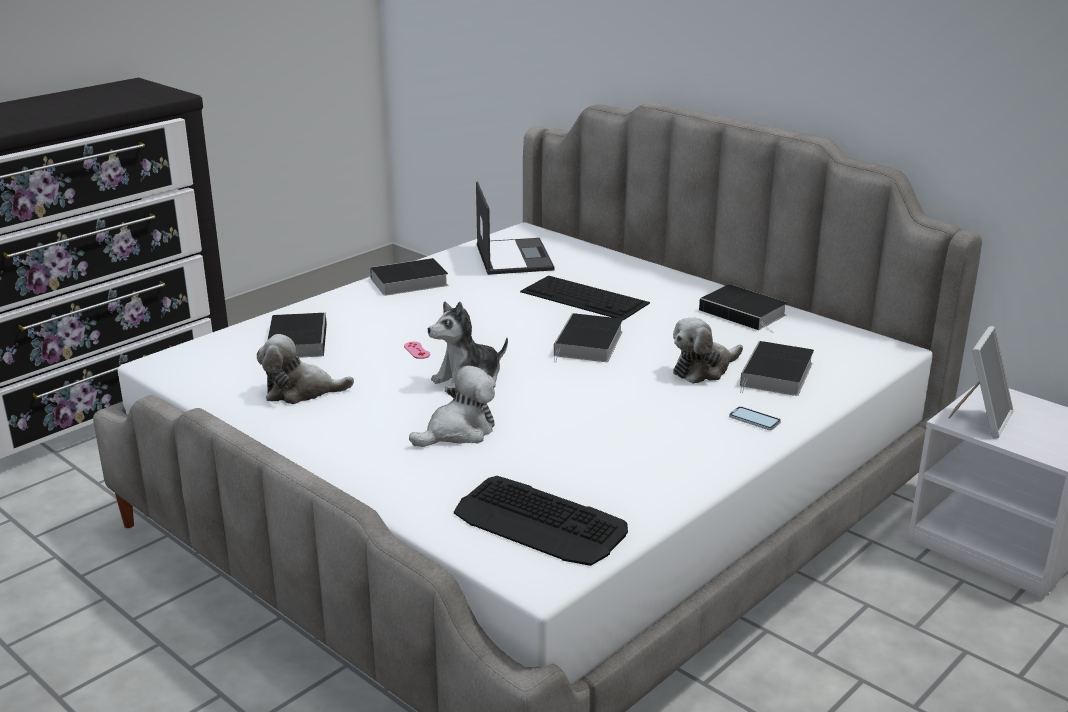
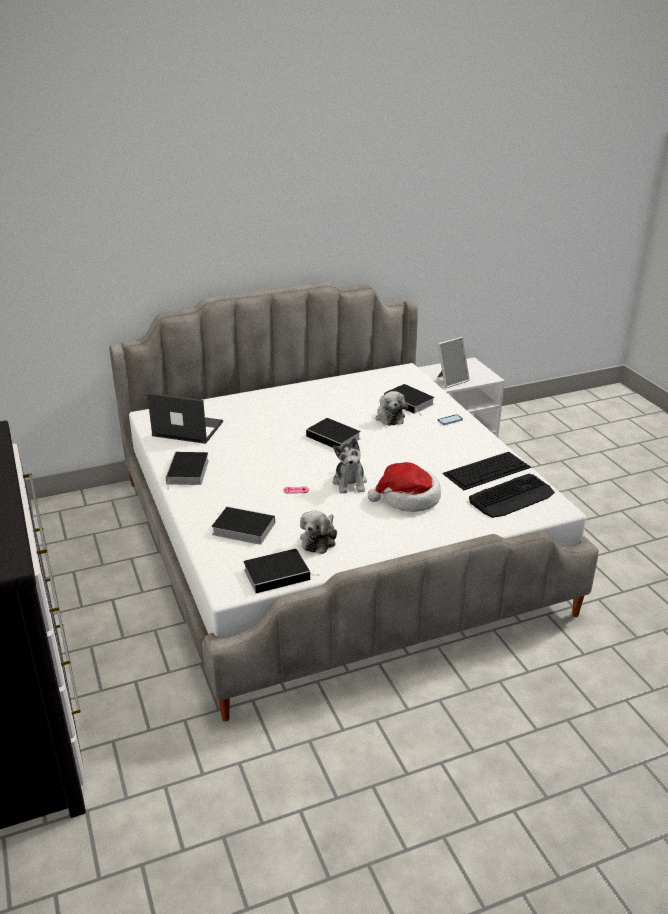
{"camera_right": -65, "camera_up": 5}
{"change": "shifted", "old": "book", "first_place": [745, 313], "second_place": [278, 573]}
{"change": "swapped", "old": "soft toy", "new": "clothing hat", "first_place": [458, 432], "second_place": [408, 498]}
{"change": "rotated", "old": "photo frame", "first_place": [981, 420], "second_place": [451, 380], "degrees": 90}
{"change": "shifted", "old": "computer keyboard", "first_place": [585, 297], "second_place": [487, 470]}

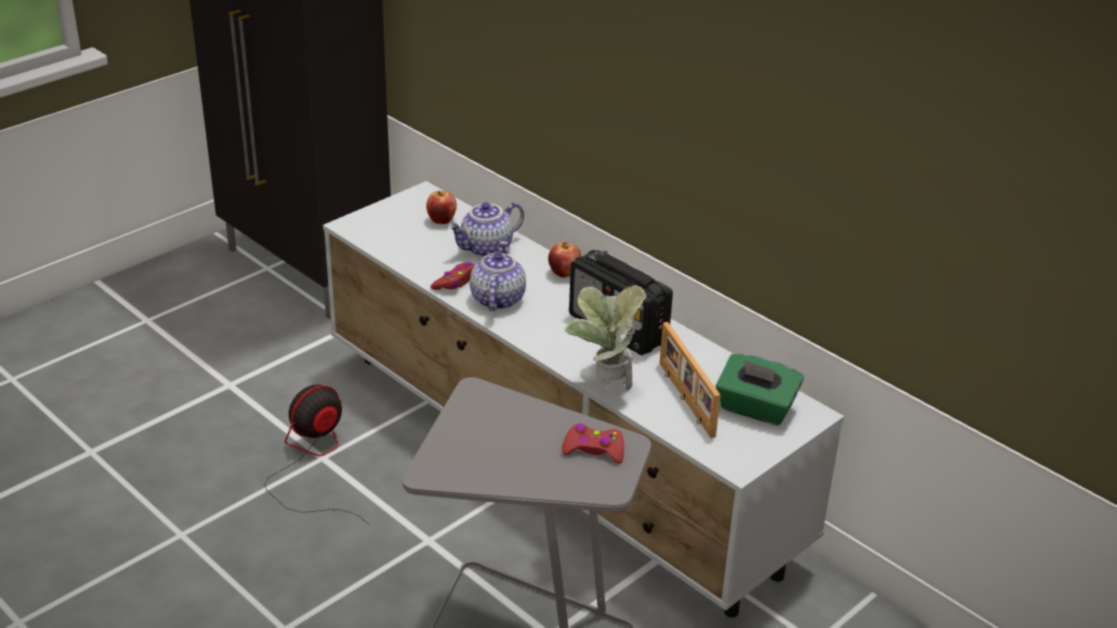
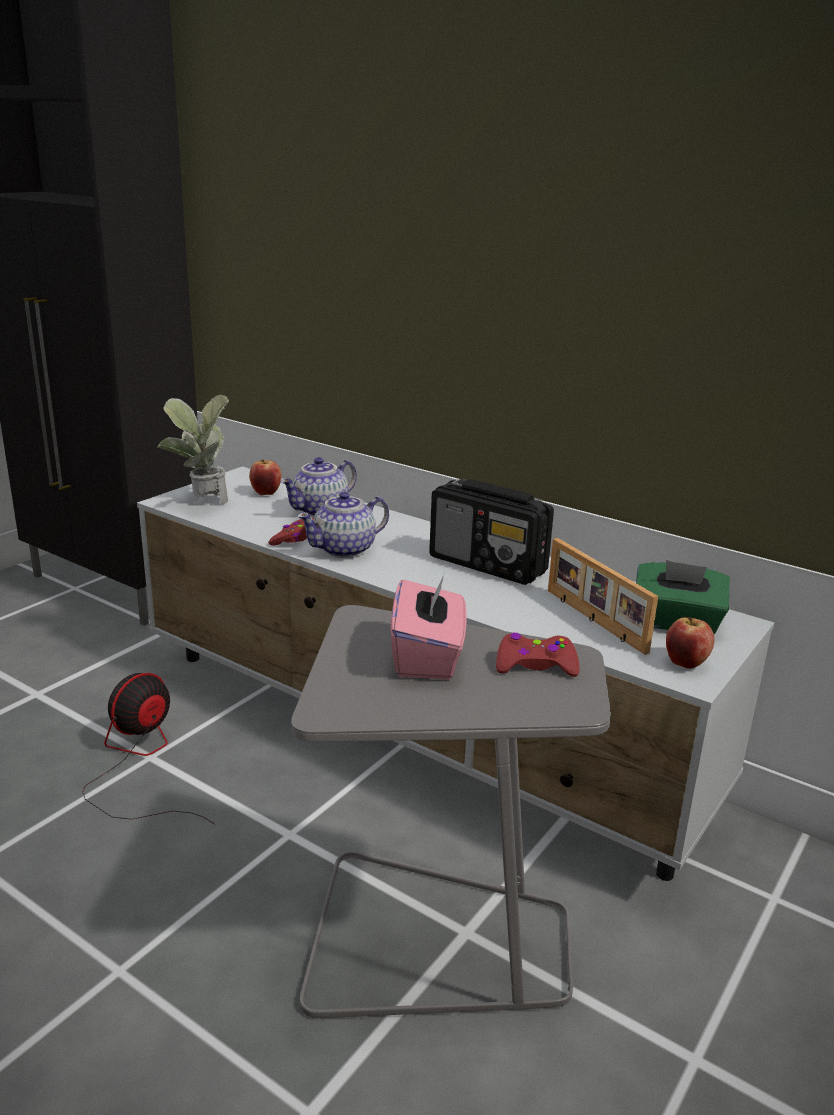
{"camera_right": -10, "camera_up": -10}
{"change": "shifted", "old": "houseplant", "first_place": [604, 384], "second_place": [202, 502]}
{"change": "rotated", "old": "teapot", "first_place": [497, 300], "second_place": [345, 549], "degrees": -120}
{"change": "new", "new": "tissue holder in pinkish", "second_place": [428, 657]}
{"change": "shifted", "old": "apple fruit", "first_place": [564, 273], "second_place": [686, 663]}

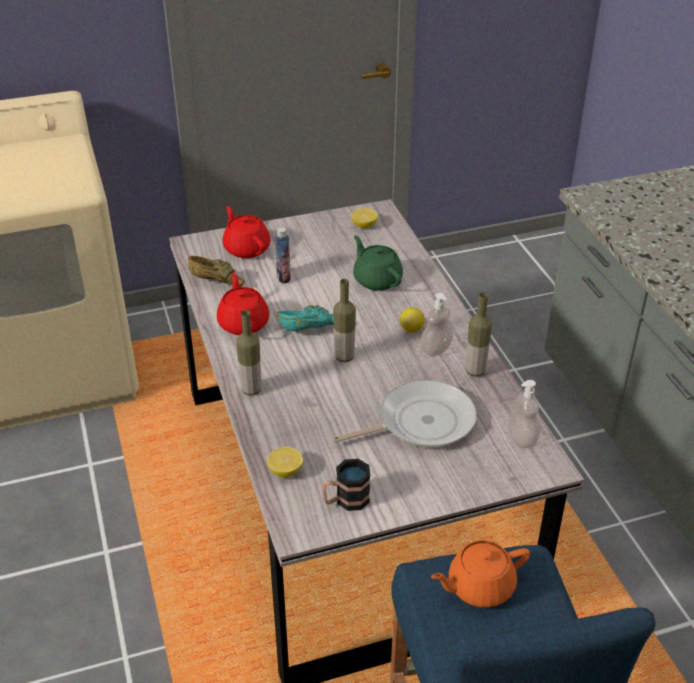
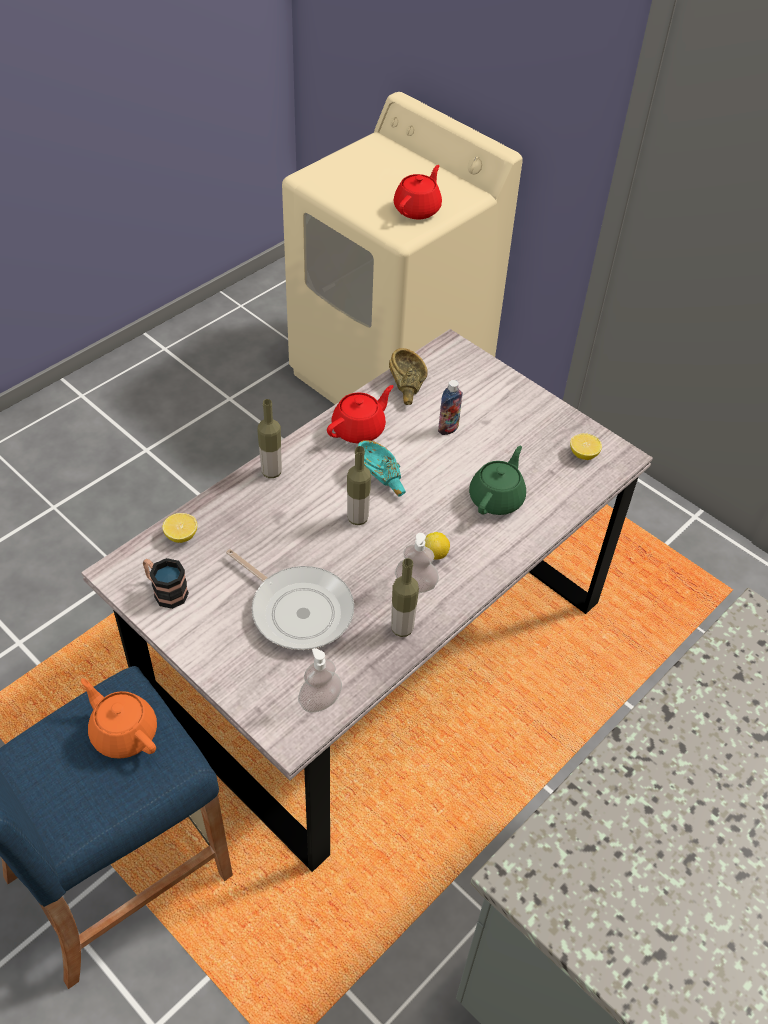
{"camera_right": 60, "camera_up": 10}
{"change": "shifted", "old": "teapot in red", "first_place": [246, 248], "second_place": [418, 209]}

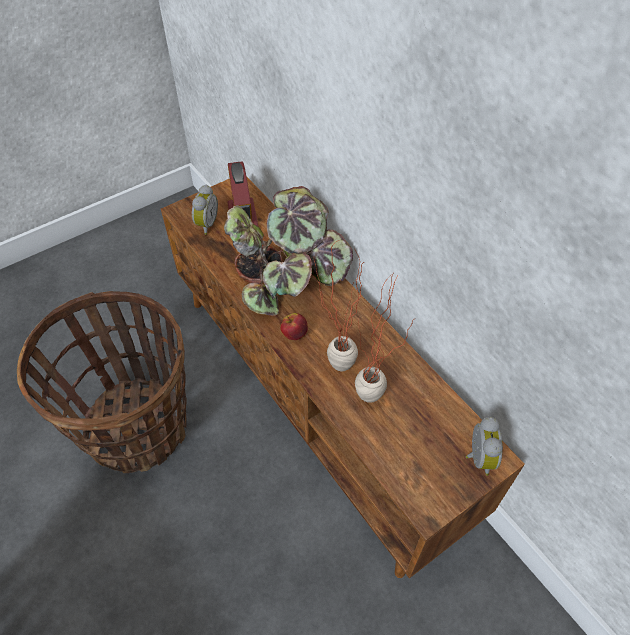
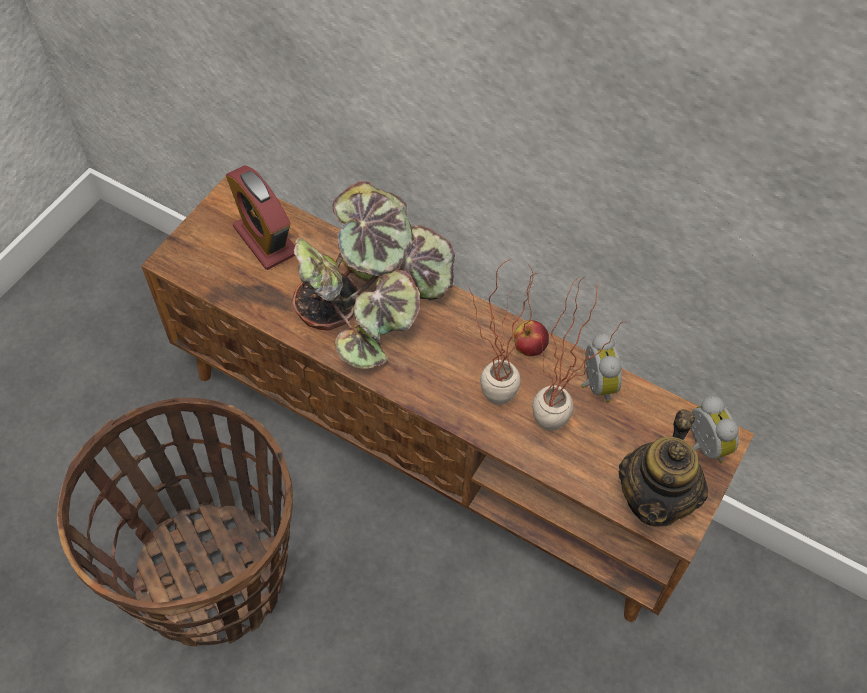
{"camera_right": -25, "camera_up": 5}
{"change": "shifted", "old": "apple fruit", "first_place": [294, 334], "second_place": [529, 347]}
{"change": "shifted", "old": "alarm clock", "first_place": [205, 224], "second_place": [595, 385]}
{"change": "new", "new": "teapot", "second_place": [655, 499]}

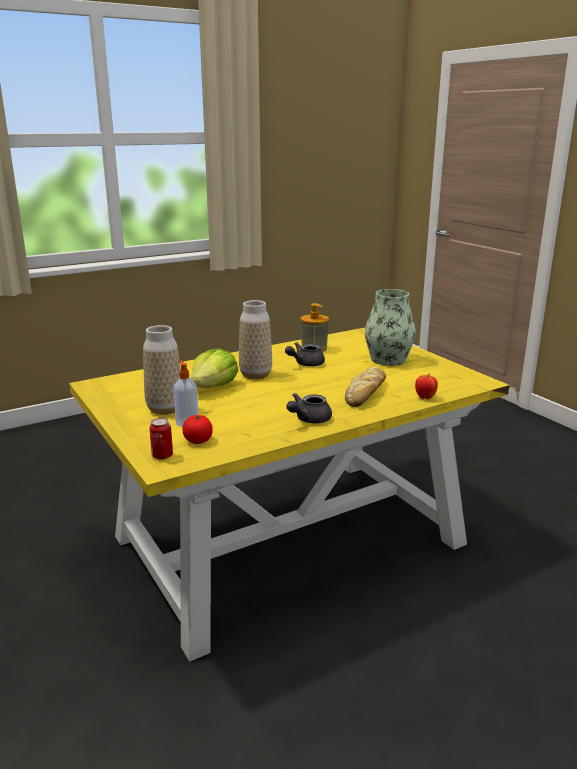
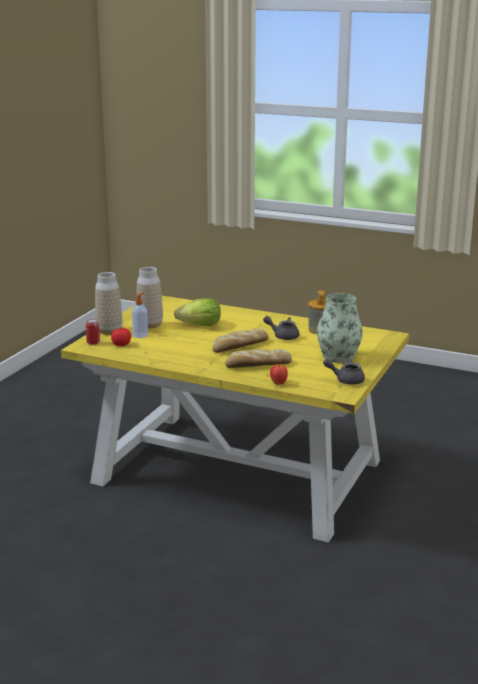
{"camera_right": 55, "camera_up": 0}
{"change": "shifted", "old": "flower vase", "first_place": [255, 375], "second_place": [109, 331]}
{"change": "new", "new": "baked bread", "second_place": [239, 346]}
{"change": "shifted", "old": "teapot in grey", "first_place": [308, 419], "second_place": [346, 380]}

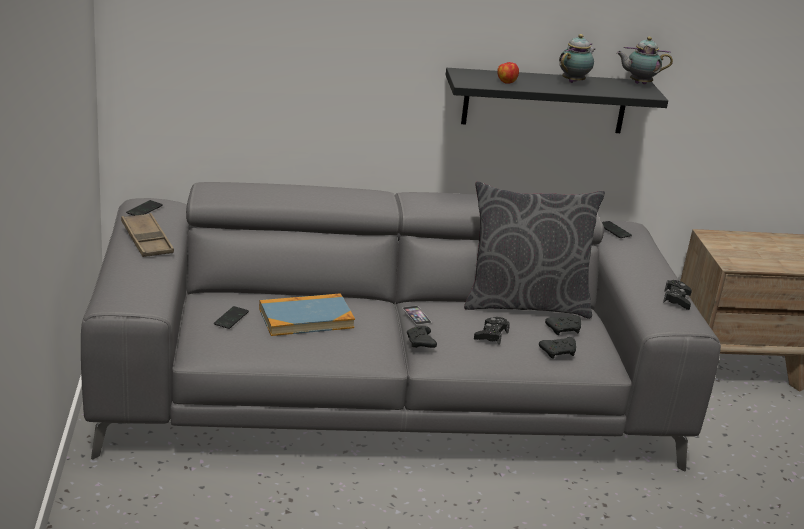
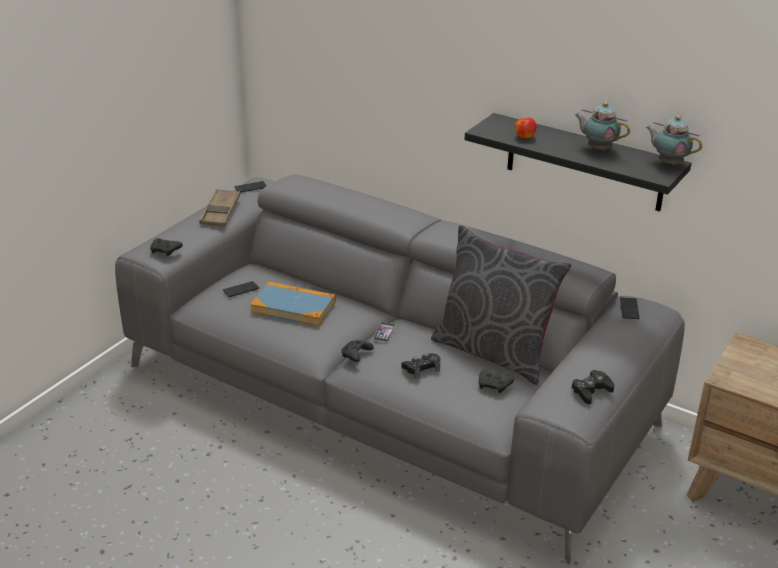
{"camera_right": 40, "camera_up": 5}
{"change": "shifted", "old": "joypad in blackish", "first_place": [559, 352], "second_place": [165, 251]}
{"change": "rotated", "old": "teapot", "first_place": [574, 81], "second_place": [598, 148], "degrees": -135}

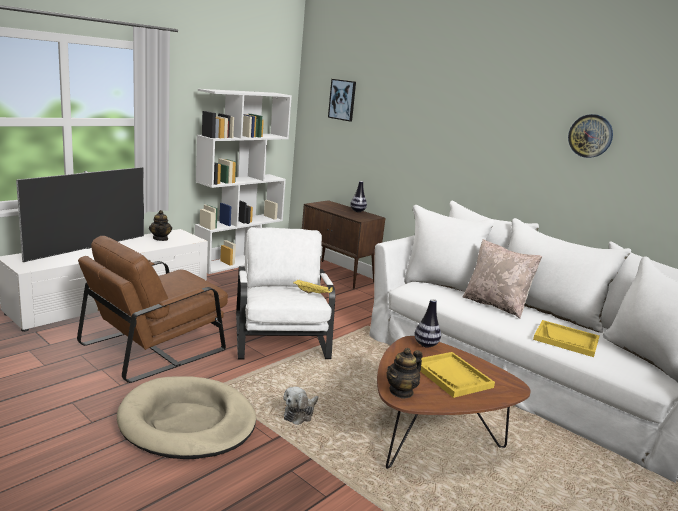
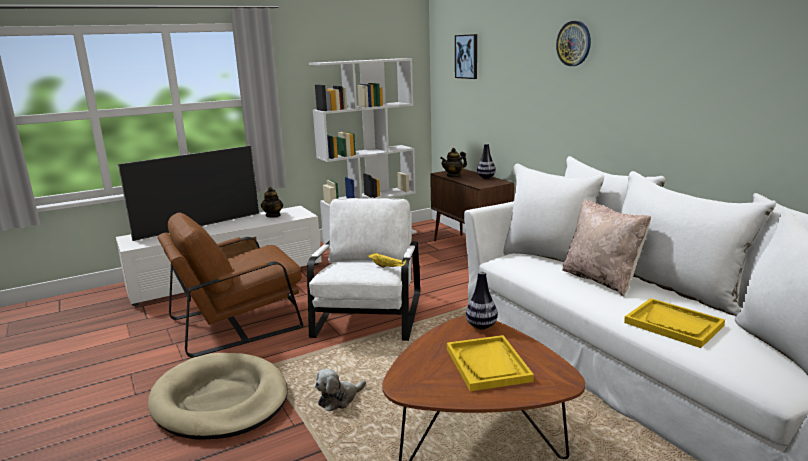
{"camera_right": 20, "camera_up": 0}
{"change": "shifted", "old": "teapot", "first_place": [401, 391], "second_place": [453, 175]}
{"change": "shifted", "old": "hanging clock", "first_place": [590, 136], "second_place": [574, 43]}

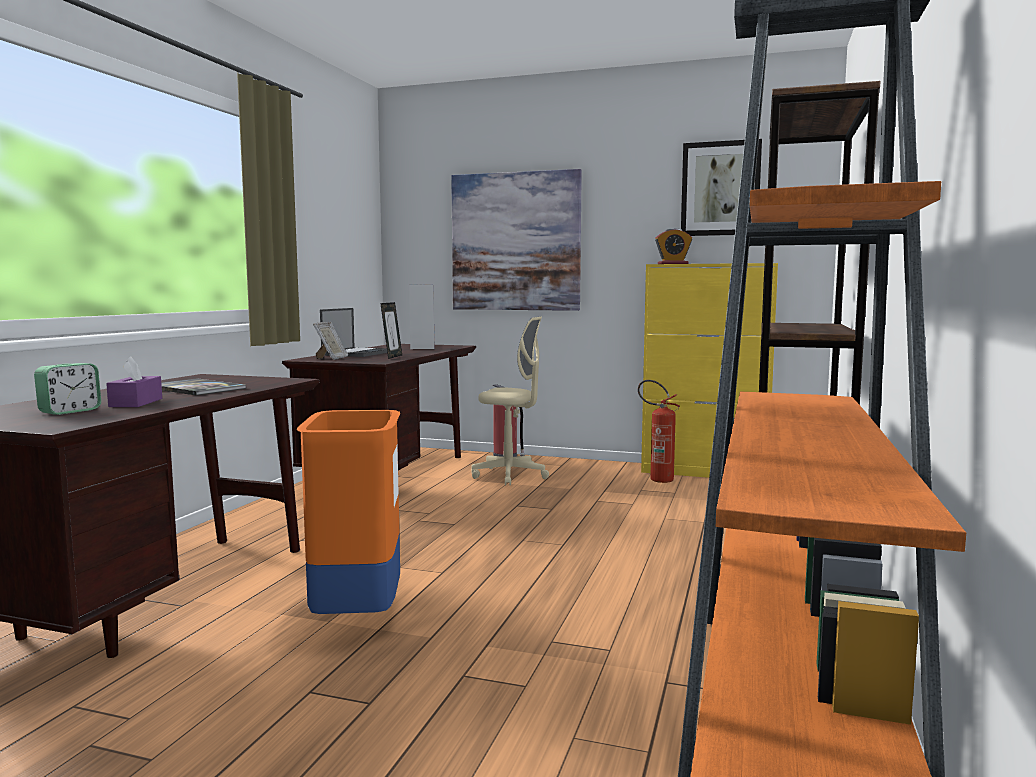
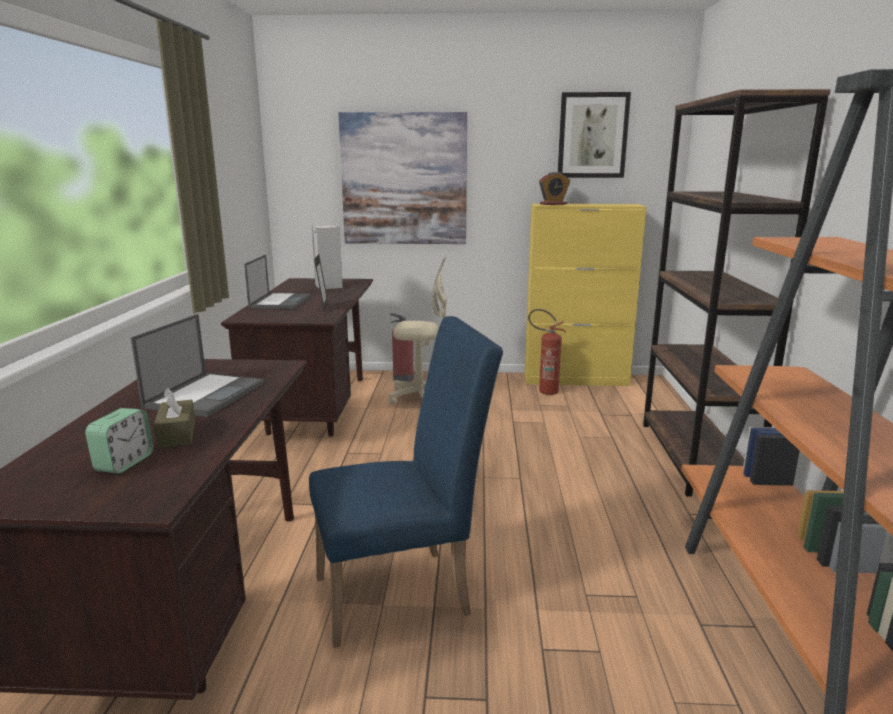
{"camera_right": -15, "camera_up": 10}
{"change": "swapped", "old": "book", "new": "laptop", "first_place": [197, 389], "second_place": [206, 394]}
{"change": "repainted", "old": "tissue holder in purple", "new": "tissue holder in brown-coloured", "first_place": [136, 403], "second_place": [177, 434]}
{"change": "swapped", "old": "waste bin in orange-coloured", "new": "chair in blue-coloured", "first_place": [358, 615], "second_place": [404, 592]}
{"change": "gone", "old": "photo frame", "first_place": [331, 358]}

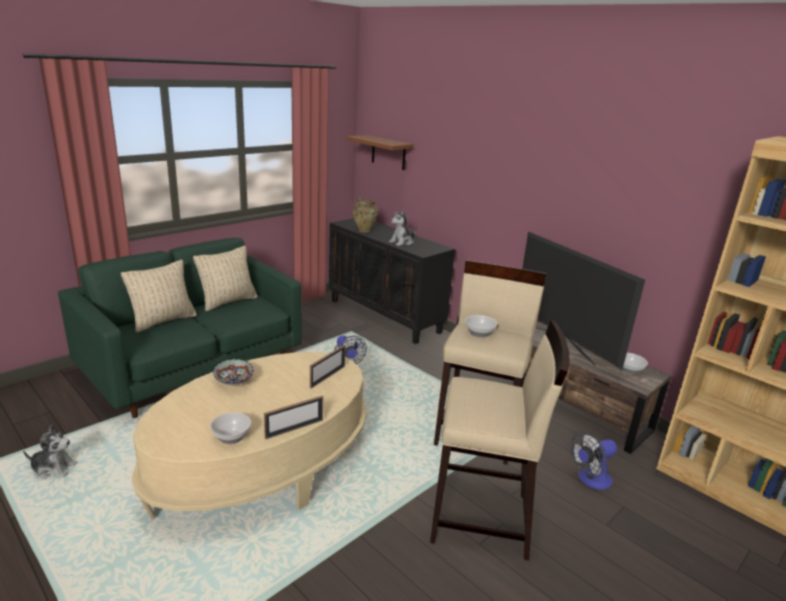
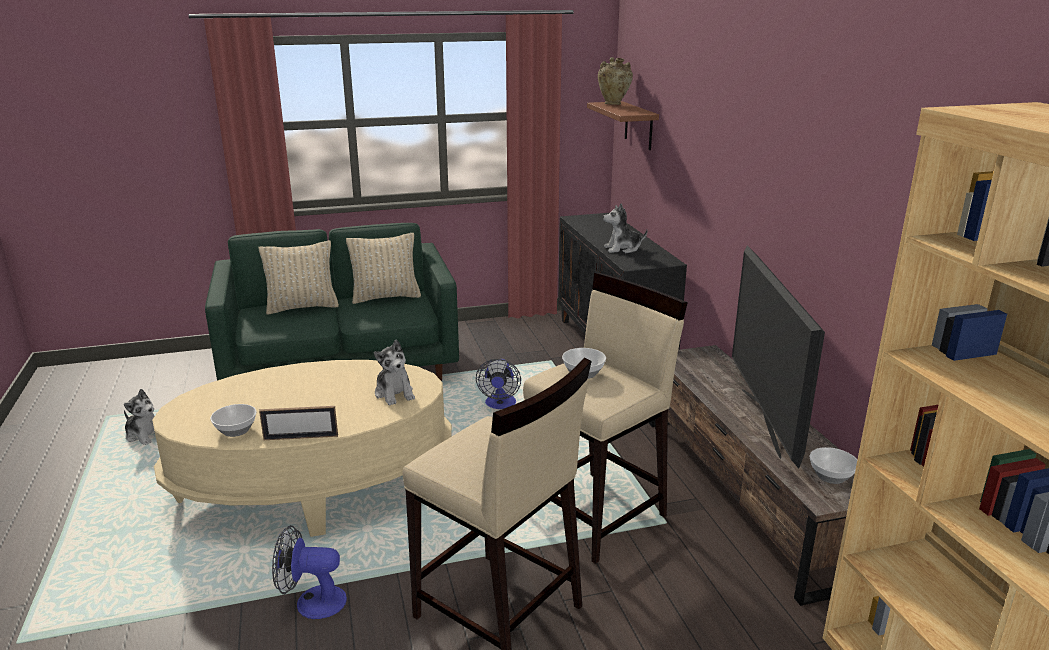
{"camera_right": 30, "camera_up": 0}
{"change": "shifted", "old": "fan", "first_place": [590, 480], "second_place": [312, 602]}
{"change": "swapped", "old": "photo frame", "new": "soft toy", "first_place": [328, 376], "second_place": [394, 393]}
{"change": "shifted", "old": "flower vase in beige-coloured", "first_place": [364, 231], "second_place": [613, 104]}
{"change": "gone", "old": "bowl", "first_place": [234, 381]}

